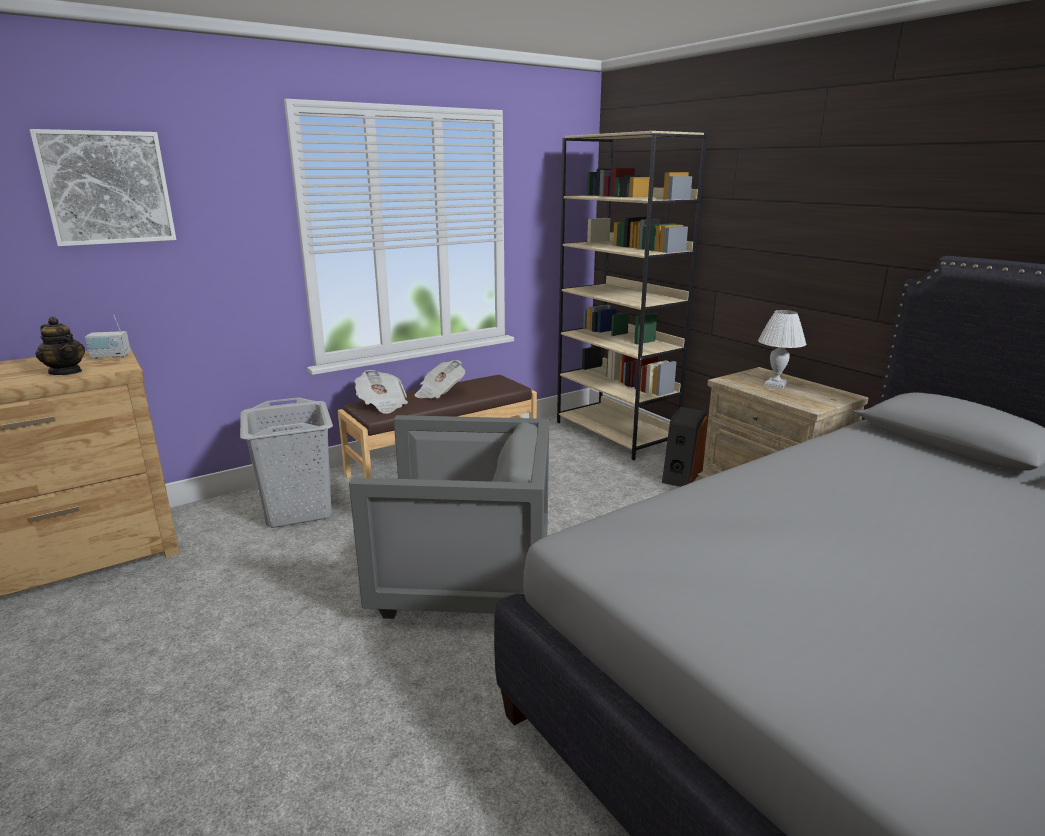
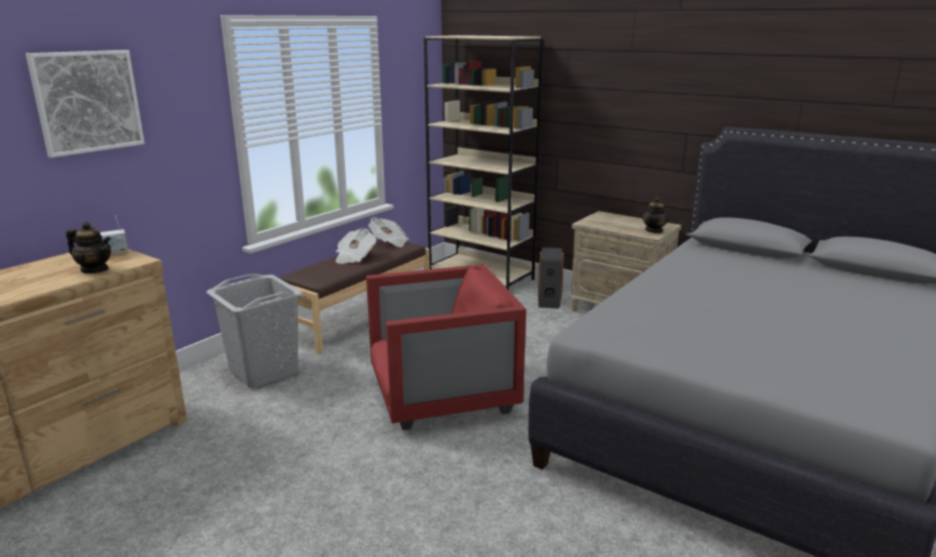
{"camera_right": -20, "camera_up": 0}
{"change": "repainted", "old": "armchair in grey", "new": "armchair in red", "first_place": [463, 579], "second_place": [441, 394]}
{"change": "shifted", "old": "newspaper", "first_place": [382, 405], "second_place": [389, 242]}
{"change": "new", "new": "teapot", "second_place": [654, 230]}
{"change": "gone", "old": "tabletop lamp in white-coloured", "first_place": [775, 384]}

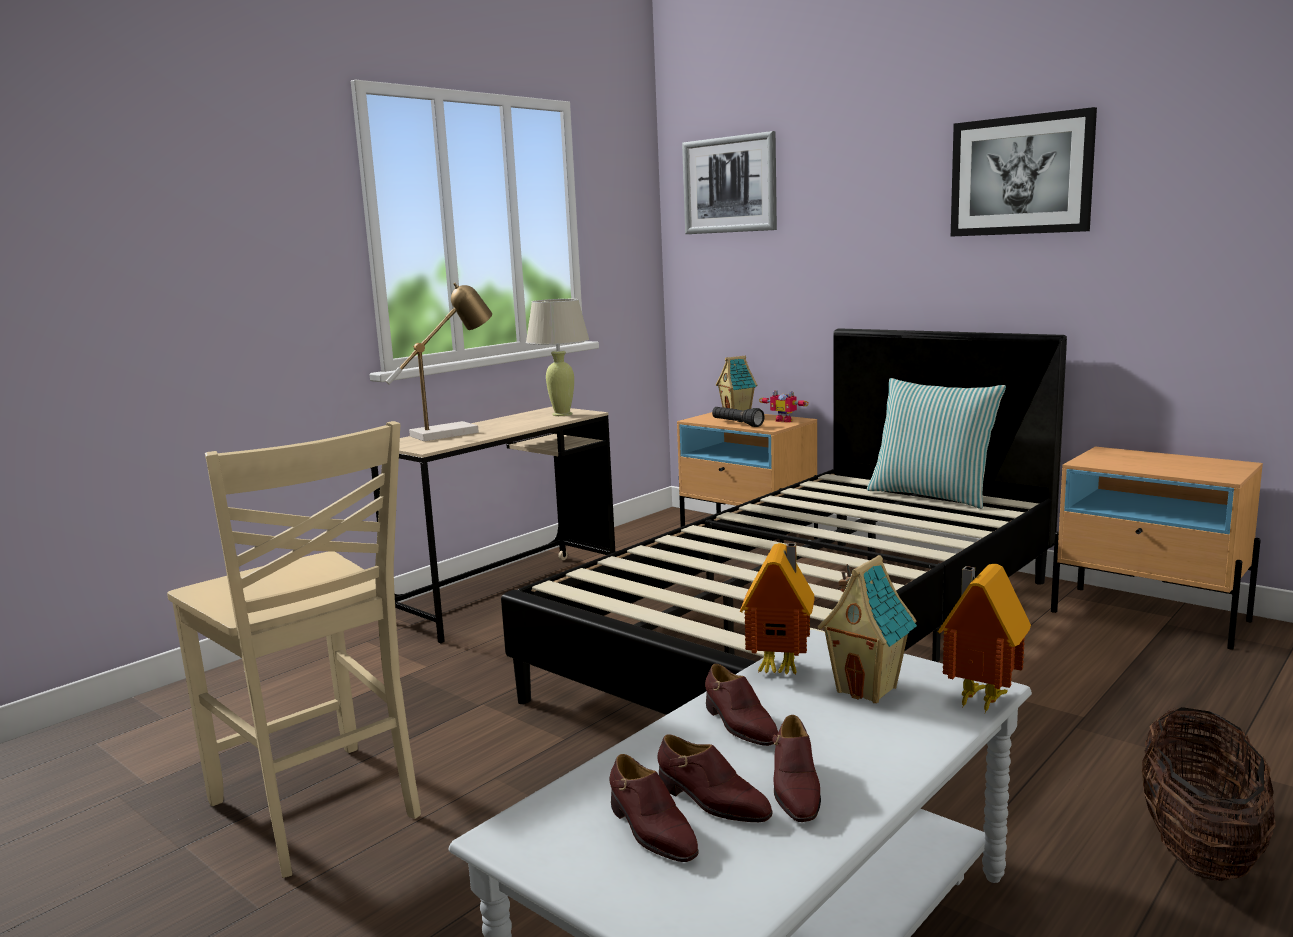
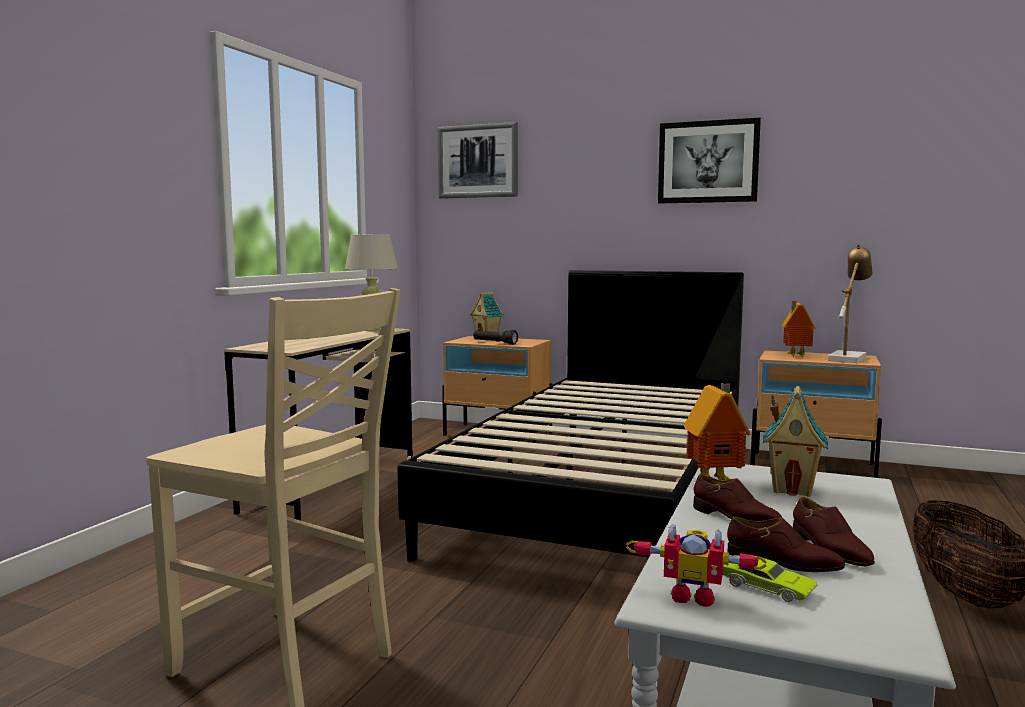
{"camera_right": -20, "camera_up": -5}
{"change": "shifted", "old": "toy robot", "first_place": [785, 420], "second_place": [693, 596]}
{"change": "swapped", "old": "low shoe in brown-coloured", "new": "miniature car in greenish", "first_place": [651, 831], "second_place": [766, 587]}
{"change": "shifted", "old": "miniature house", "first_place": [977, 699], "second_place": [795, 356]}
{"change": "shifted", "old": "tabletop lamp", "first_place": [452, 433], "second_place": [847, 358]}
{"change": "gone", "old": "throw pillow", "first_place": [932, 495]}

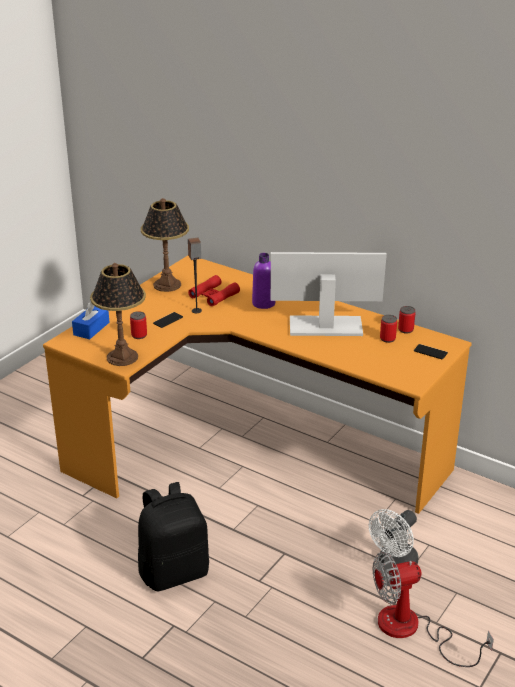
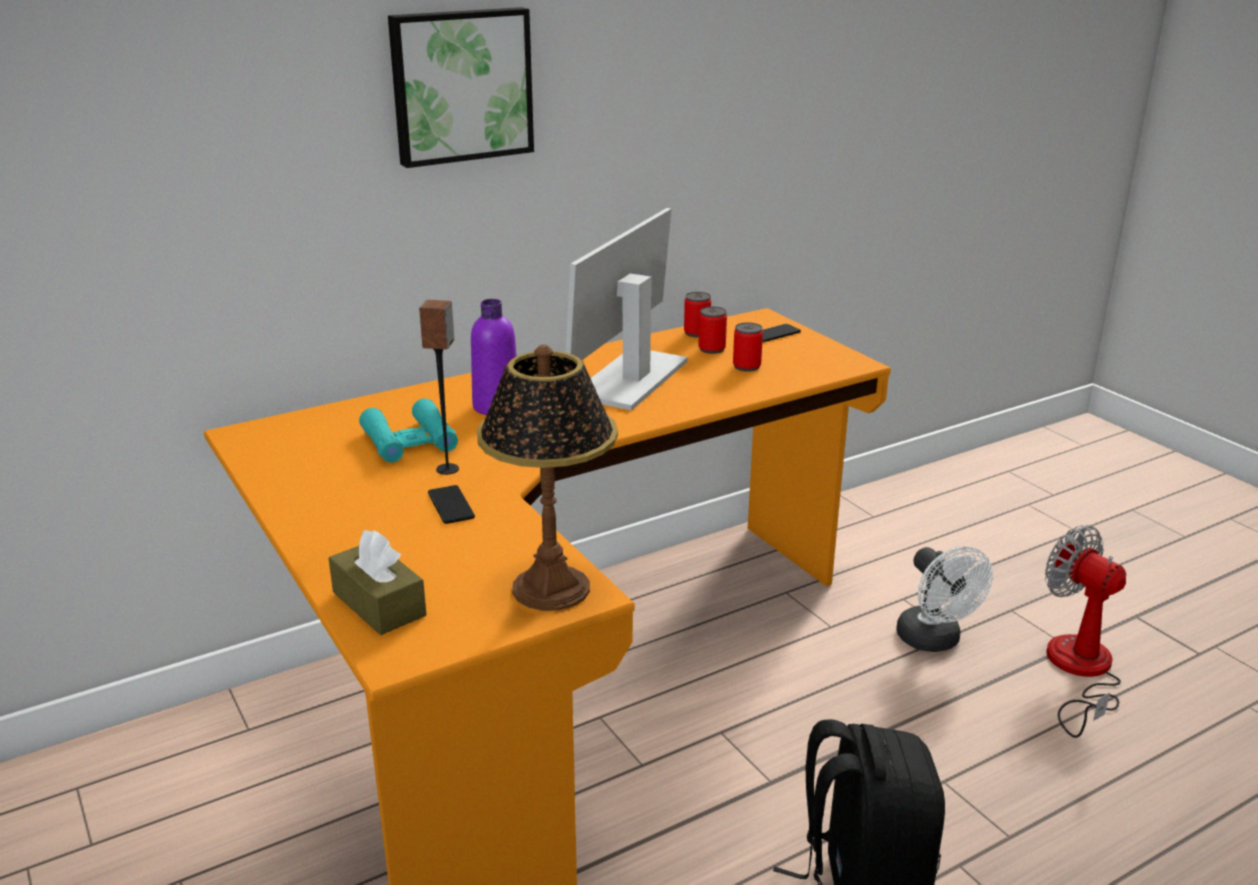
{"camera_right": -65, "camera_up": -5}
{"change": "repainted", "old": "tissue holder in blue-coloured", "new": "tissue holder in brown-coloured", "first_place": [91, 329], "second_place": [379, 604]}
{"change": "repainted", "old": "pair of binoculars in red", "new": "pair of binoculars in turquoise-coloured", "first_place": [214, 295], "second_place": [409, 441]}
{"change": "new", "new": "wall picture", "second_place": [460, 85]}
{"change": "shifted", "old": "sealed can", "first_place": [139, 335], "second_place": [746, 366]}
{"change": "rotated", "old": "fan", "first_place": [412, 630], "second_place": [1079, 672], "degrees": 135}
{"change": "gone", "old": "tabletop lamp", "first_place": [167, 285]}

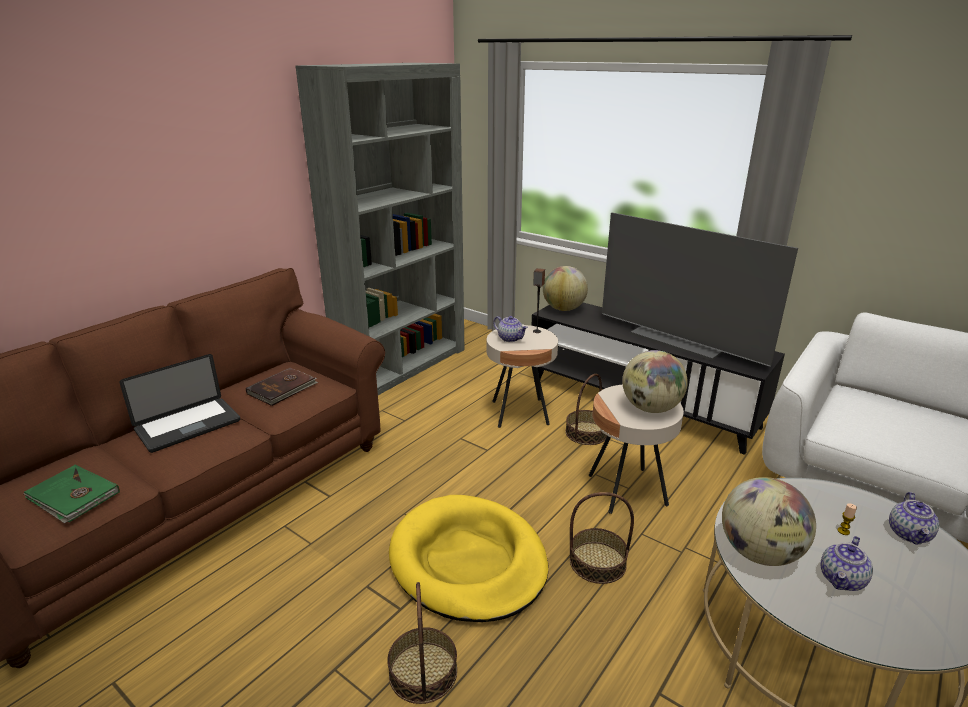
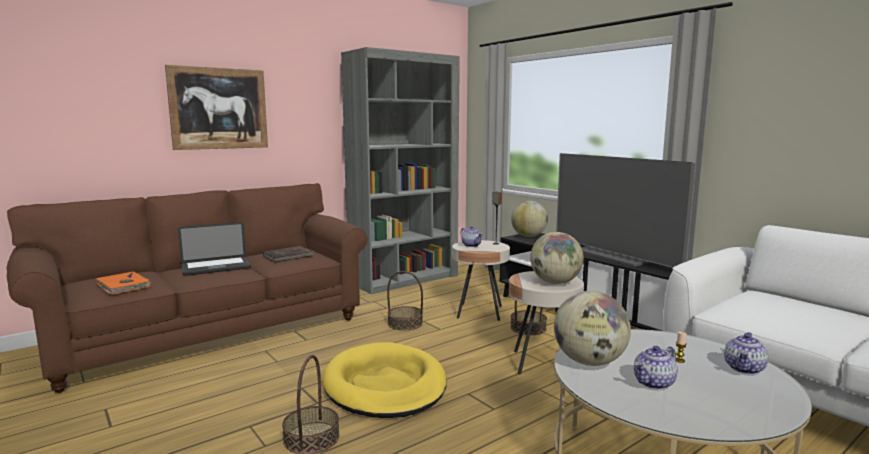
{"camera_right": 15, "camera_up": -15}
{"change": "repainted", "old": "book in greenish", "new": "book in orange-coloured", "first_place": [72, 496], "second_place": [122, 285]}
{"change": "new", "new": "wall picture", "second_place": [219, 108]}
{"change": "shifted", "old": "basket", "first_place": [597, 562], "second_place": [405, 323]}

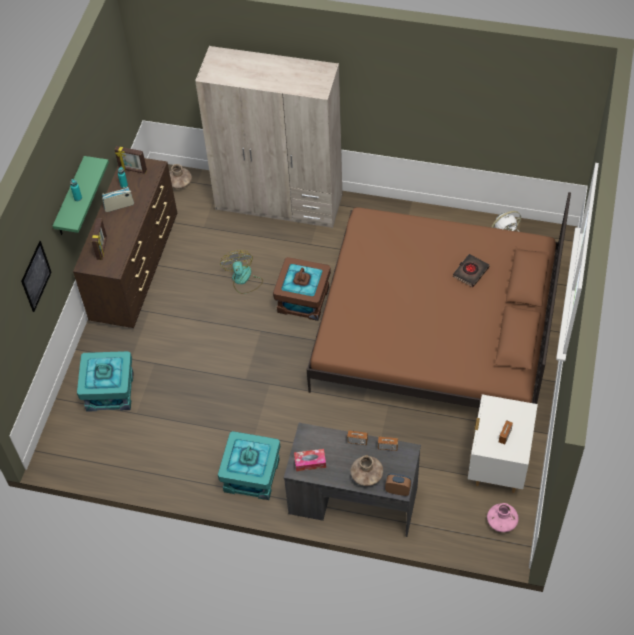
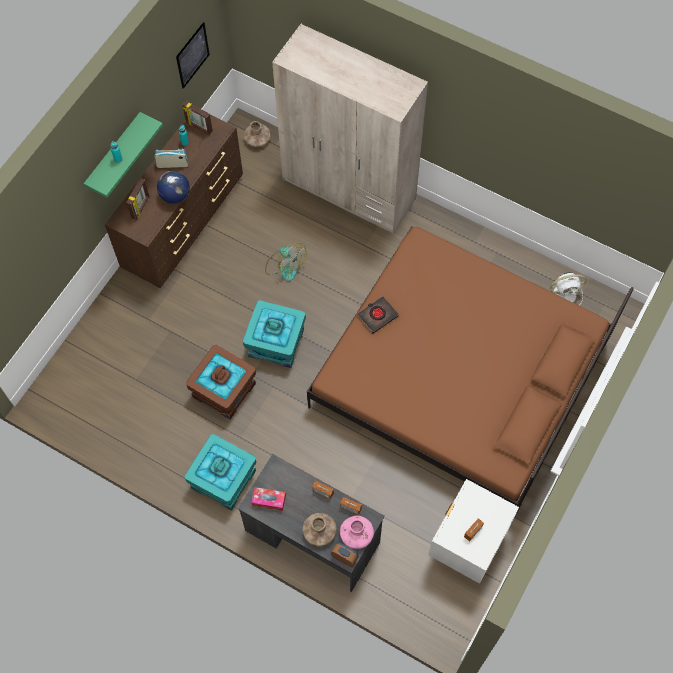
{"camera_right": 15, "camera_up": 10}
{"change": "new", "new": "desk globe", "second_place": [175, 195]}
{"change": "shifted", "old": "wall picture", "first_place": [36, 276], "second_place": [192, 55]}
{"change": "shifted", "old": "storage box in brown-coloured", "first_place": [303, 300], "second_place": [224, 390]}
{"change": "shifted", "old": "storage box in turquoise-coloured", "first_place": [110, 391], "second_place": [276, 342]}
{"change": "rotated", "old": "fan", "first_place": [243, 280], "second_place": [285, 265], "degrees": 135}
{"change": "shifted", "old": "flower vase in pinkish", "first_place": [501, 521], "second_place": [356, 534]}
{"change": "shifted", "old": "book in blackish", "first_place": [470, 272], "second_place": [377, 316]}

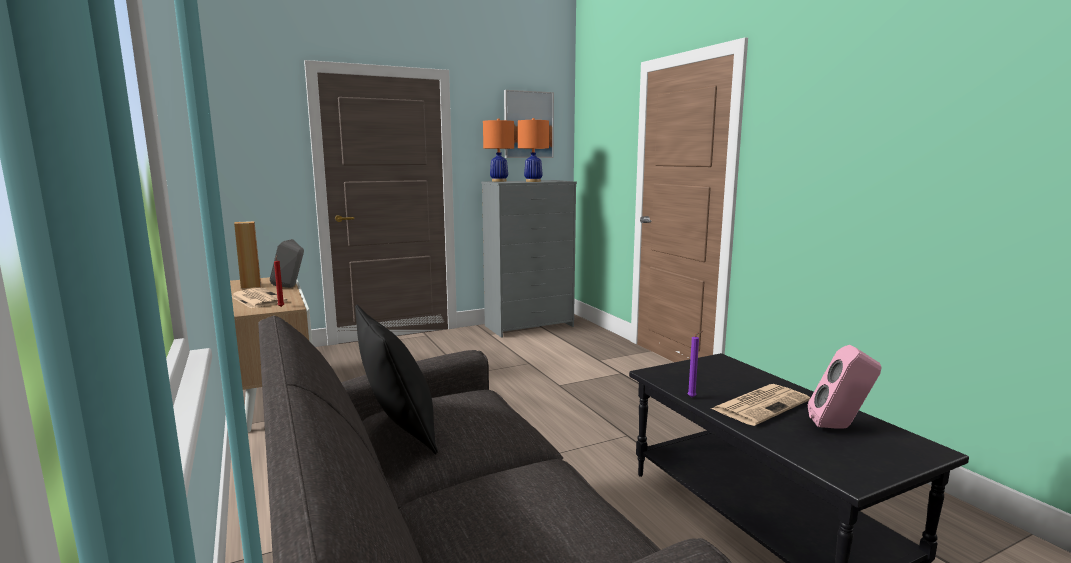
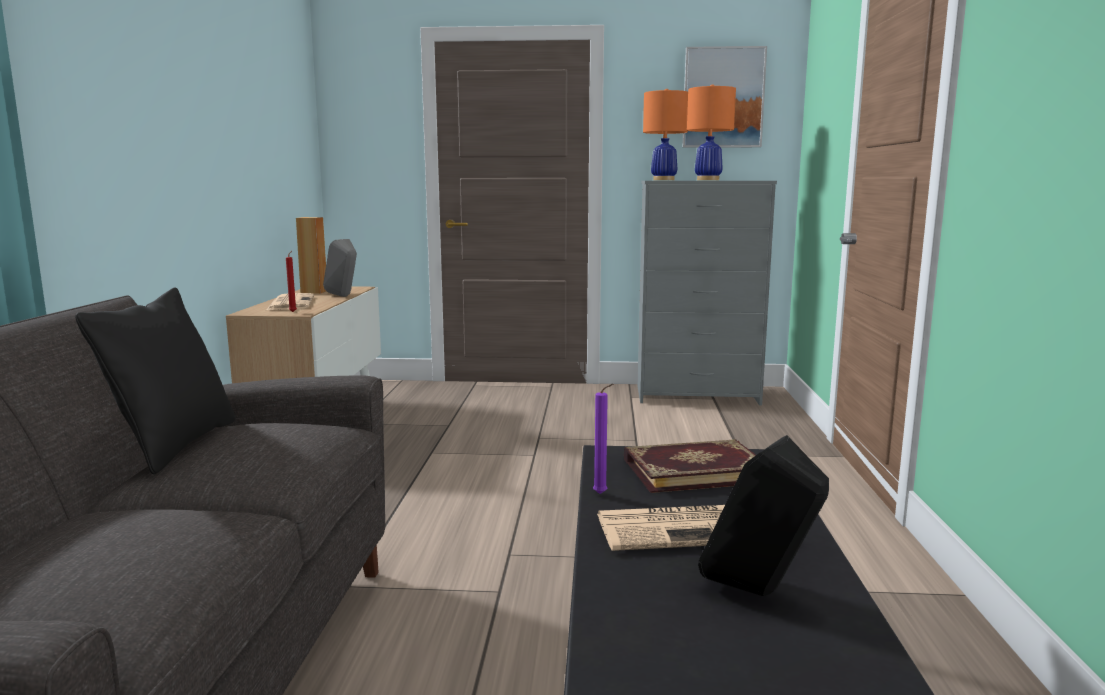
{"camera_right": 30, "camera_up": 0}
{"change": "new", "new": "book", "second_place": [694, 470]}
{"change": "repainted", "old": "speaker in pinkish", "new": "speaker in blackish", "first_place": [840, 428], "second_place": [760, 594]}

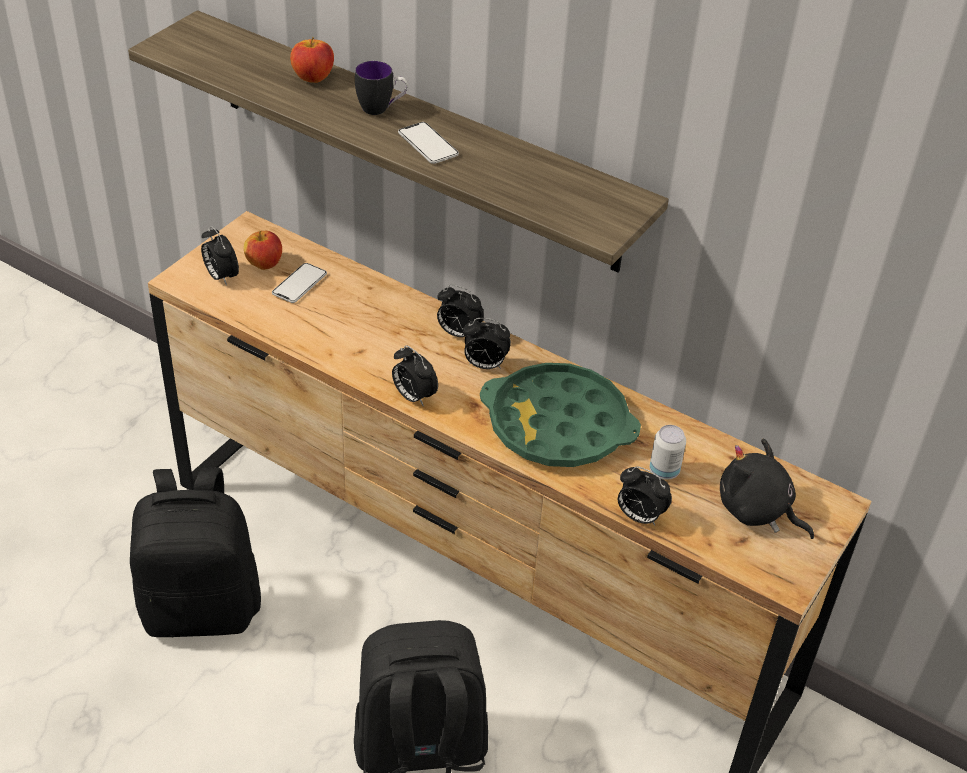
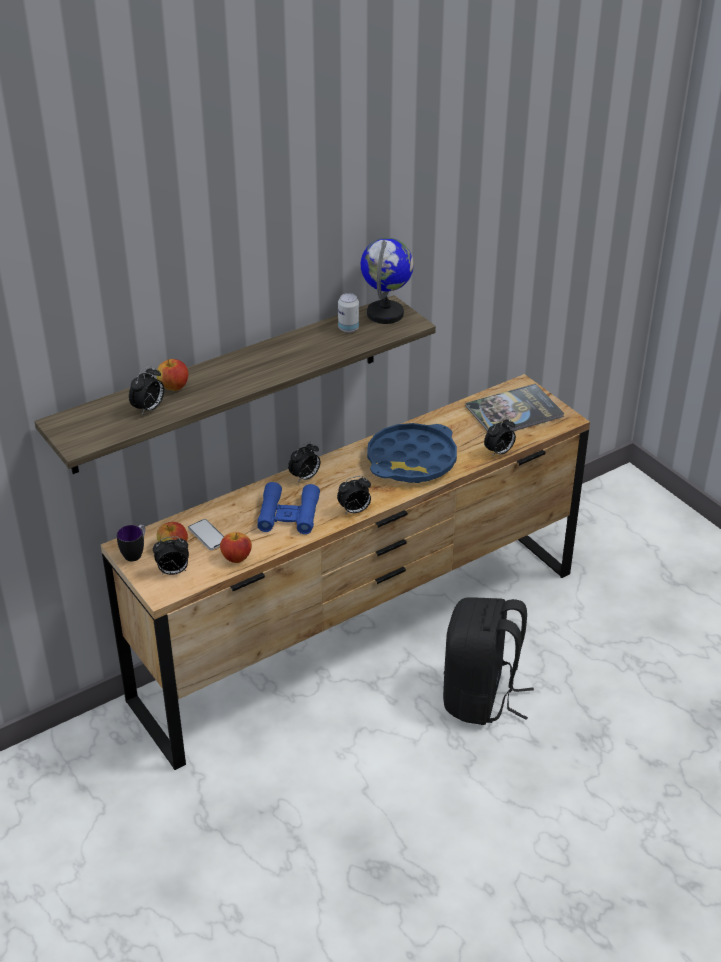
{"camera_right": -65, "camera_up": -5}
{"change": "shifted", "old": "mug", "first_place": [381, 109], "second_place": [135, 553]}
{"change": "shifted", "old": "alarm clock", "first_place": [484, 365], "second_place": [149, 409]}
{"change": "new", "new": "apple fruit", "second_place": [236, 558]}
{"change": "new", "new": "pair of binoculars in blue-coloured", "second_place": [288, 515]}
{"change": "shifted", "old": "sealed can", "first_place": [664, 471], "second_place": [348, 328]}
{"change": "new", "new": "desk globe", "second_place": [385, 314]}
{"change": "repainted", "old": "carrying tray in greenish", "new": "carrying tray in blue-coloured", "first_place": [558, 425], "second_place": [412, 460]}
{"change": "swapped", "old": "soft toy in blackish", "new": "book", "first_place": [757, 511], "second_place": [514, 412]}
{"change": "gone", "old": "rucksack in blackish", "first_place": [202, 607]}
{"change": "gone", "old": "phone", "first_place": [428, 144]}

